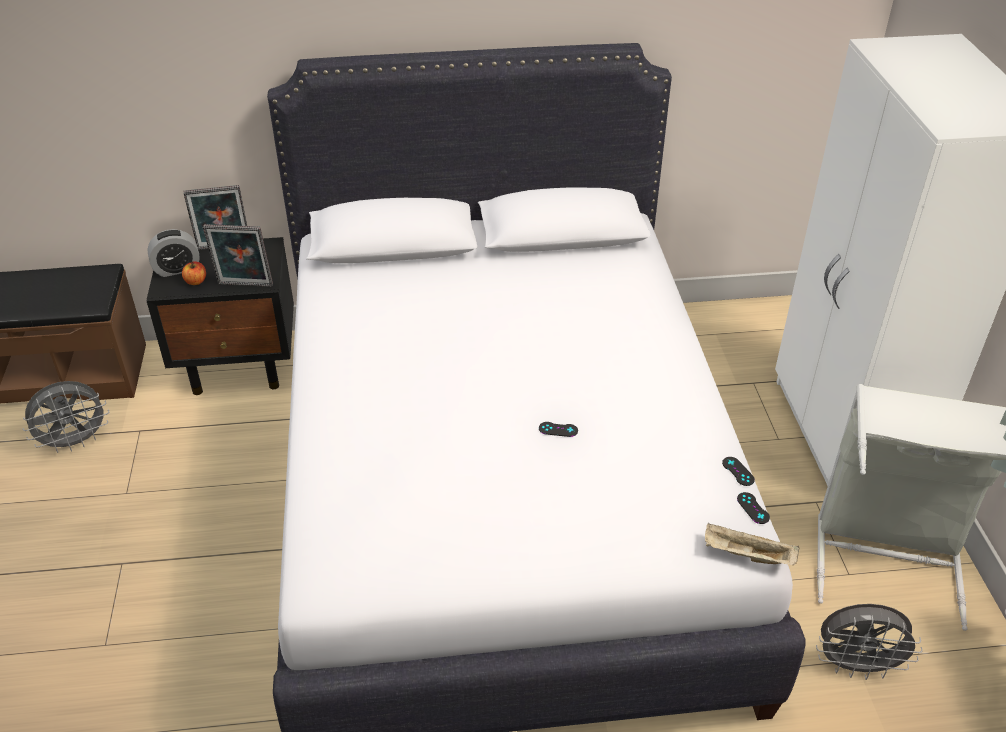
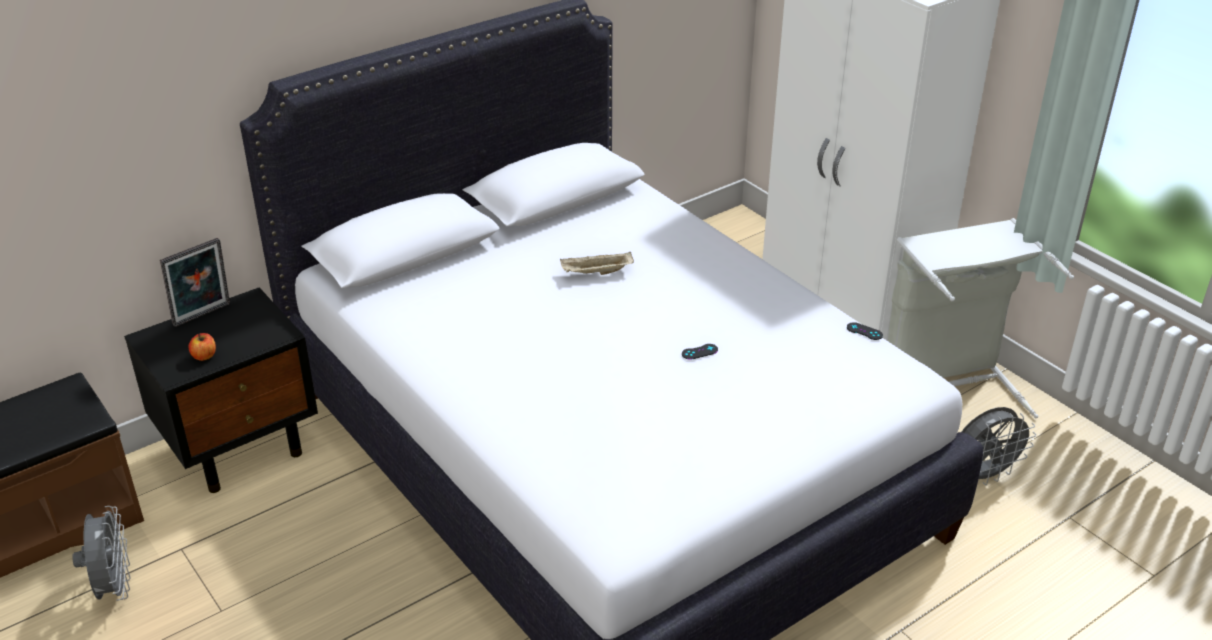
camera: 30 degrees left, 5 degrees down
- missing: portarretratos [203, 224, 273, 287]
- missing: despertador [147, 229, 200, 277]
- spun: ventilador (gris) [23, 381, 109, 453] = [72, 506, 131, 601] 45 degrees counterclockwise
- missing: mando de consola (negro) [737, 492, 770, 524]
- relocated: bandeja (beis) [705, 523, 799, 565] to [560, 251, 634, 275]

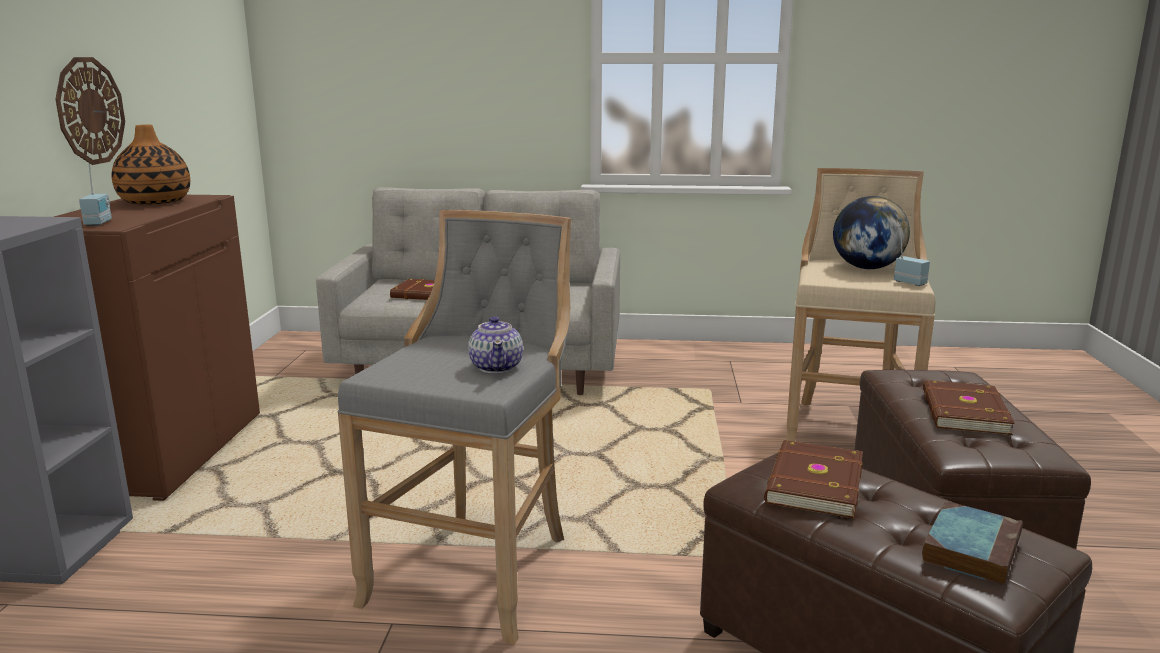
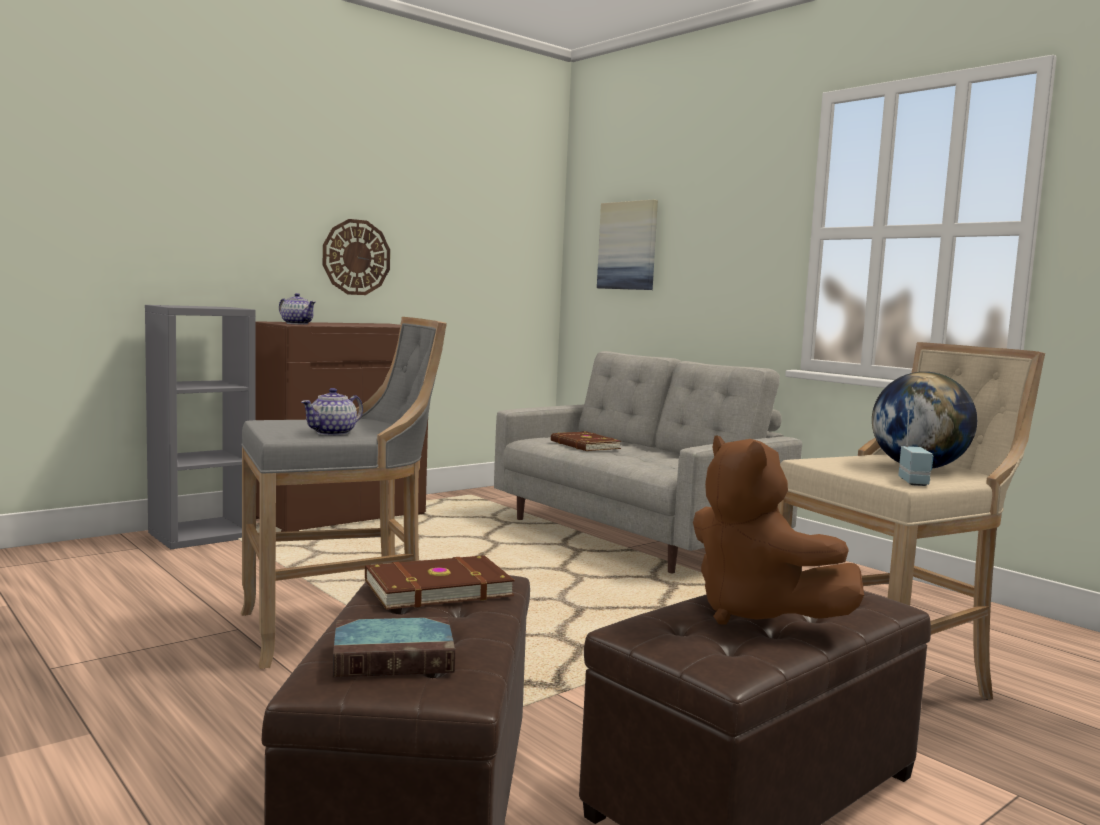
camera: 45 degrees right, 10 degrees down
- missing: florero [112, 125, 190, 205]
- exchanged: radio [79, 164, 112, 226] to tetera [279, 293, 316, 325]
- exchanged: libro (marrón) [923, 380, 1015, 435] to peluche (marrón) [693, 436, 864, 624]
- appeared: cuadro [597, 200, 658, 290]

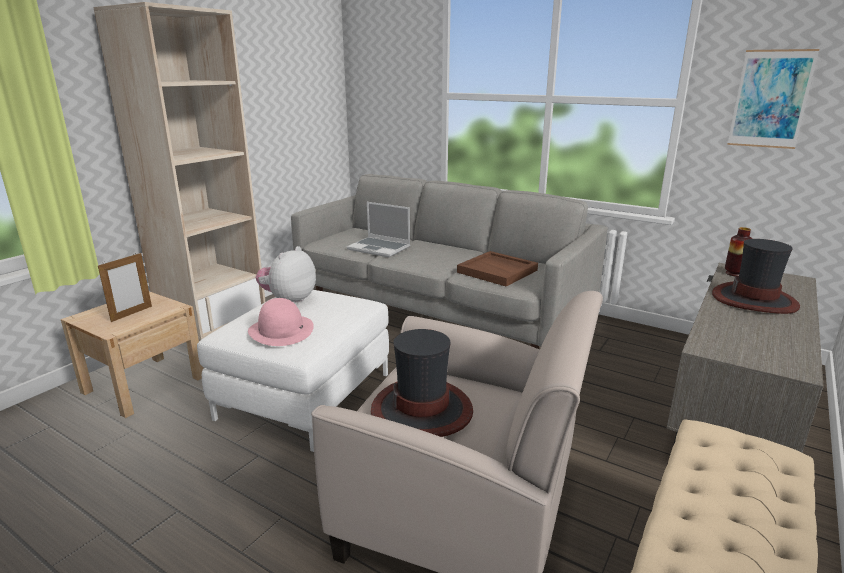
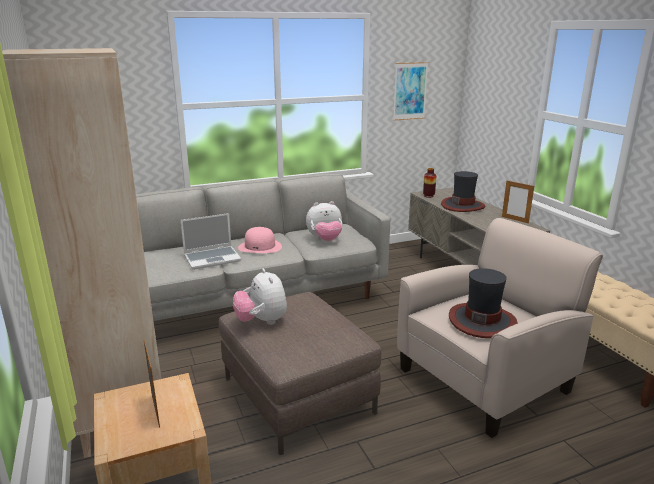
camera: 55 degrees left, 0 degrees up
- exchanged: bandeja (marrón) [457, 251, 538, 287] to peluche [306, 201, 343, 241]
- colour: puf (blanco) [197, 290, 389, 452] to puf (marrón) [219, 292, 381, 455]
- relocated: sombrero (rosa) [248, 298, 314, 346] to [238, 227, 282, 253]
- appeared: portarretratos [502, 180, 534, 223]

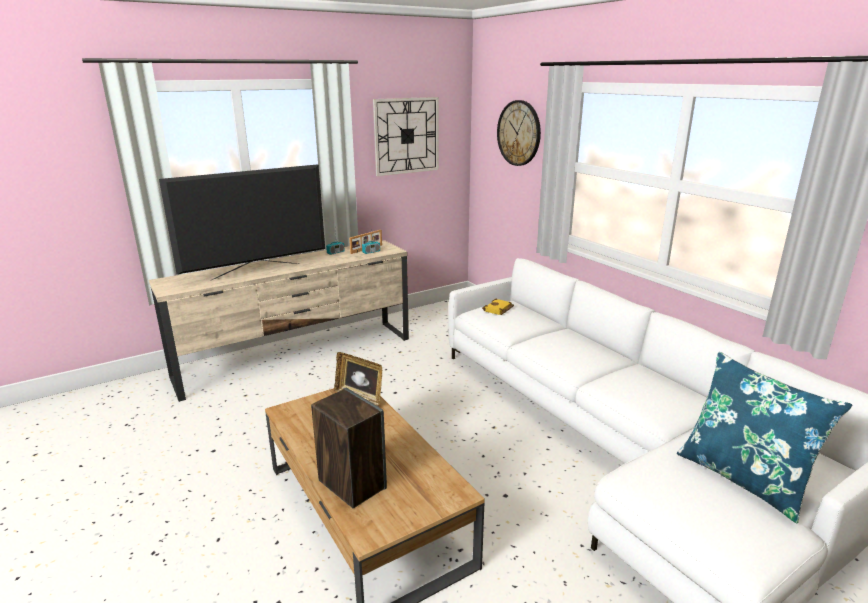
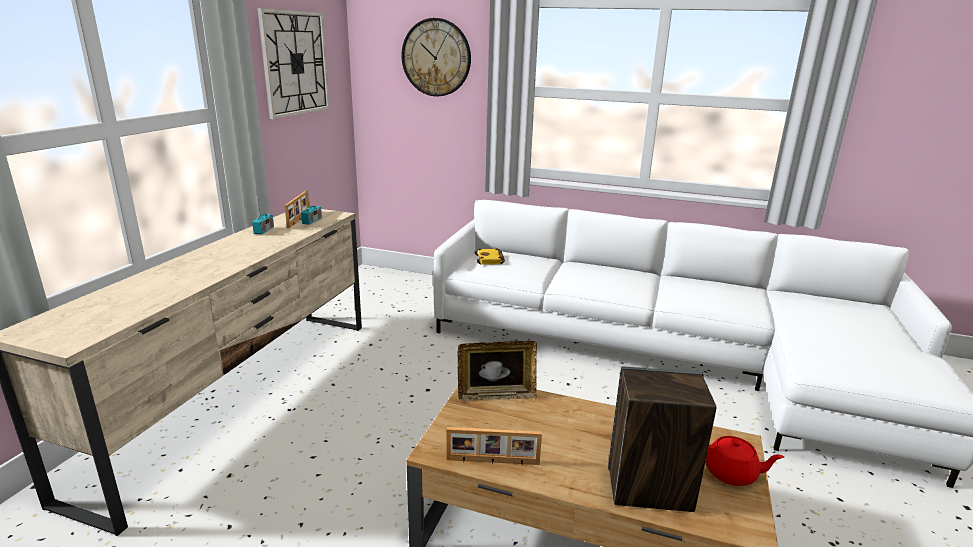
camera: 40 degrees left, 0 degrees up
- missing: televisor [159, 164, 325, 280]
- missing: cojín (azul) [677, 352, 852, 523]
- appeared: portarretratos [446, 427, 542, 465]
- appeared: tetera (rojo) [705, 436, 784, 486]

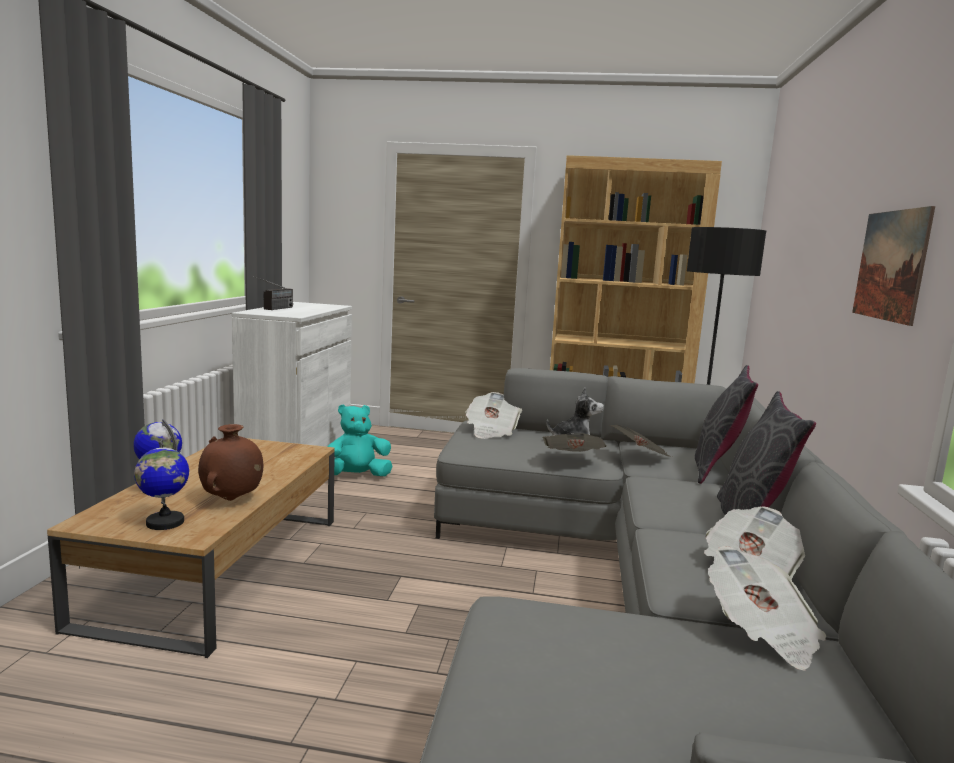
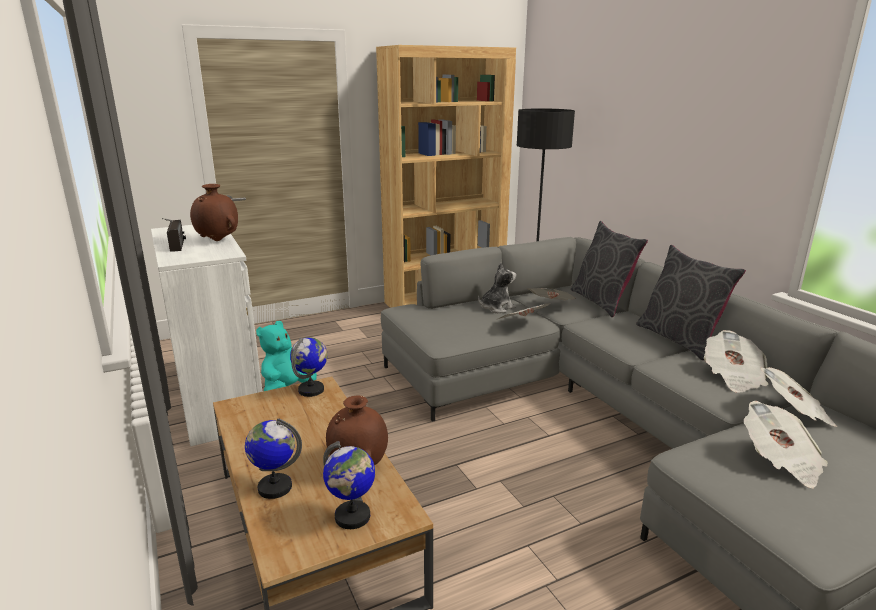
camera: 35 degrees left, 10 degrees up
- missing: cuadro [852, 206, 935, 326]
- relocated: periódico [465, 392, 522, 439] to [744, 401, 828, 489]
- appeared: florero (marrón) [190, 184, 238, 241]
- appeared: globo terráqueo [290, 337, 327, 397]

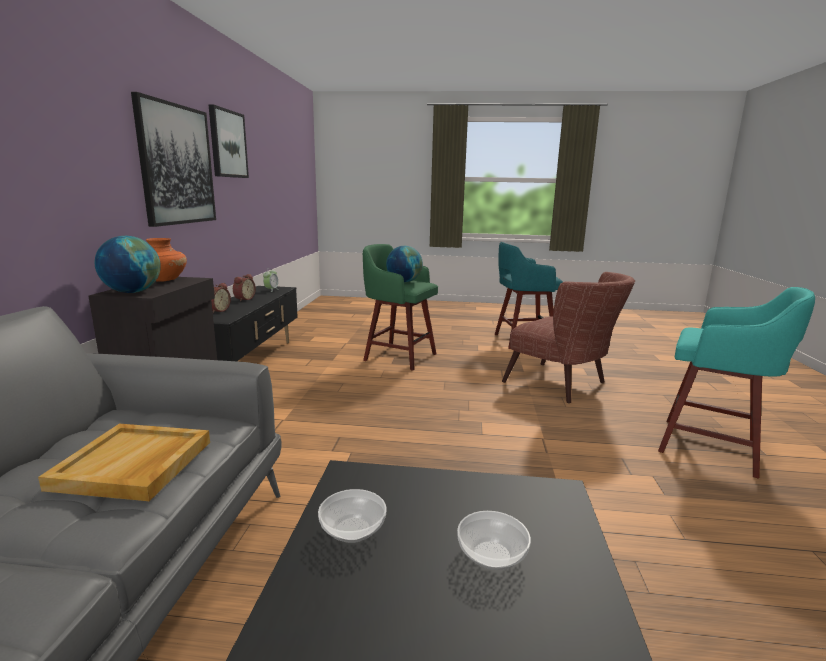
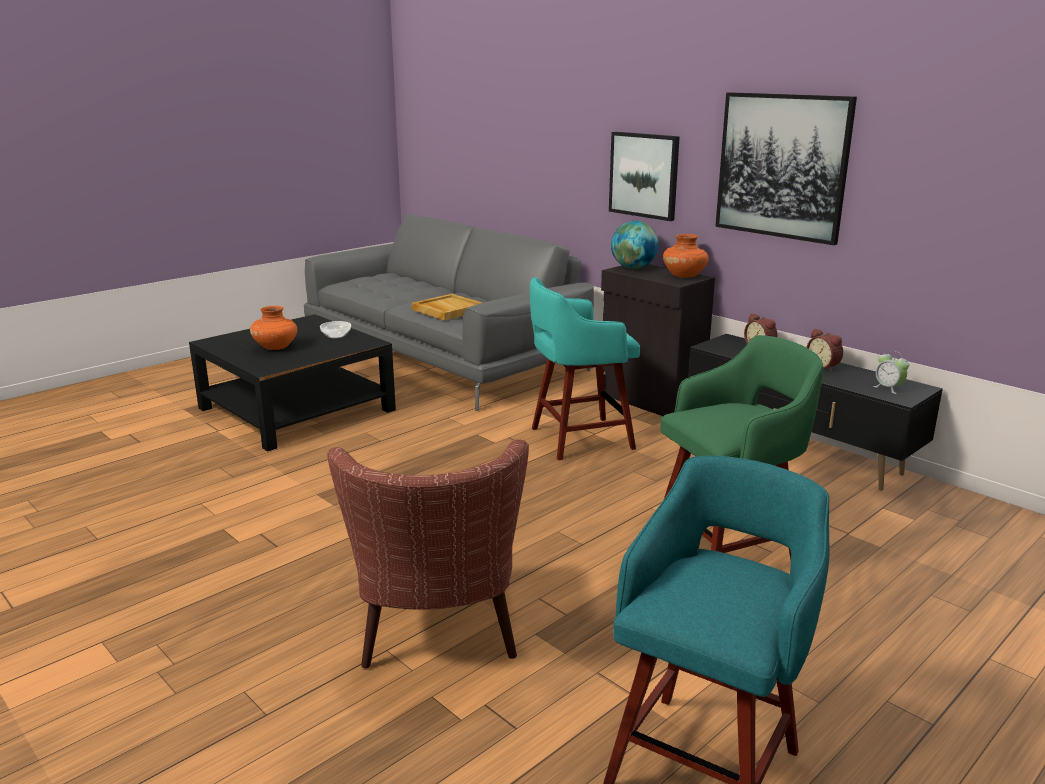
camera: 130 degrees right, 5 degrees up
- relocated: cuadro [208, 104, 249, 178] to [609, 132, 680, 221]
- missing: globo terráqueo [386, 246, 423, 282]
- spun: sillón (marrón) [502, 272, 635, 403] = [327, 439, 529, 668] 90 degrees counterclockwise
- relocated: taburete (turquesa) [658, 287, 815, 479] to [530, 277, 640, 460]
- exchanged: cuenco [457, 511, 531, 570] to florero (naranja) [250, 306, 297, 350]

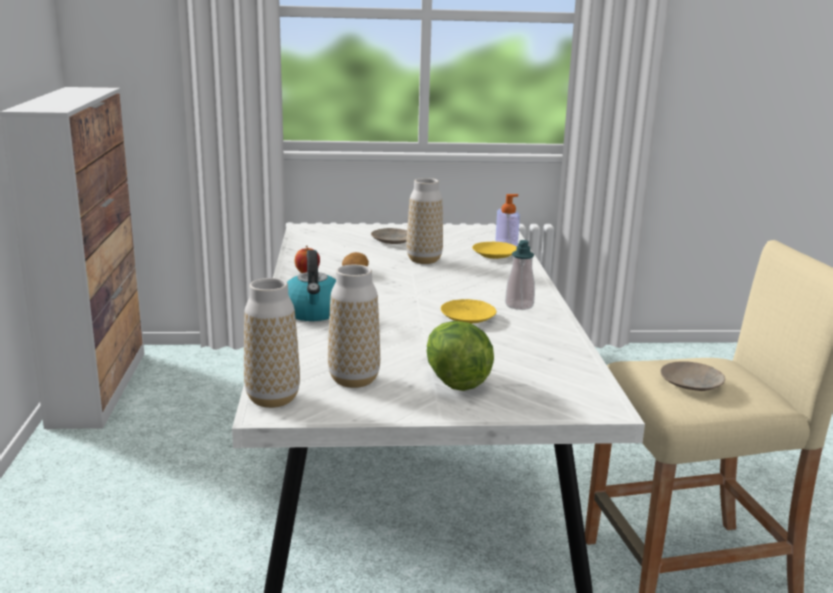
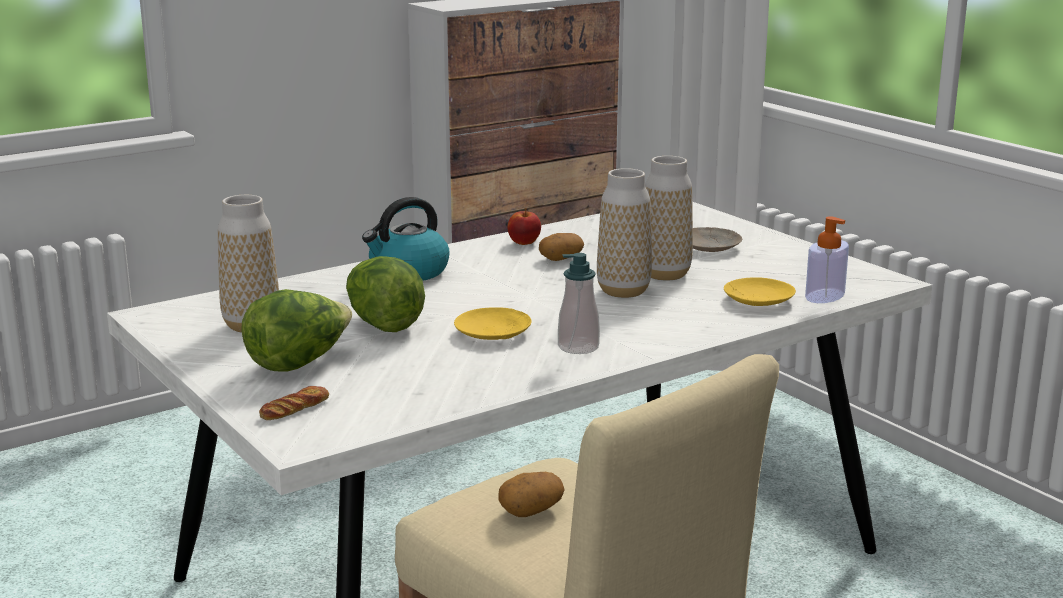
camera: 60 degrees right, 0 degrees up
- relocated: florero [244, 278, 300, 408] to [597, 168, 652, 298]
- exchanged: plato (beis) [660, 361, 725, 391] to patata [498, 472, 565, 517]
- appeared: lechuga [346, 256, 425, 332]
- appeared: pan [259, 386, 329, 420]

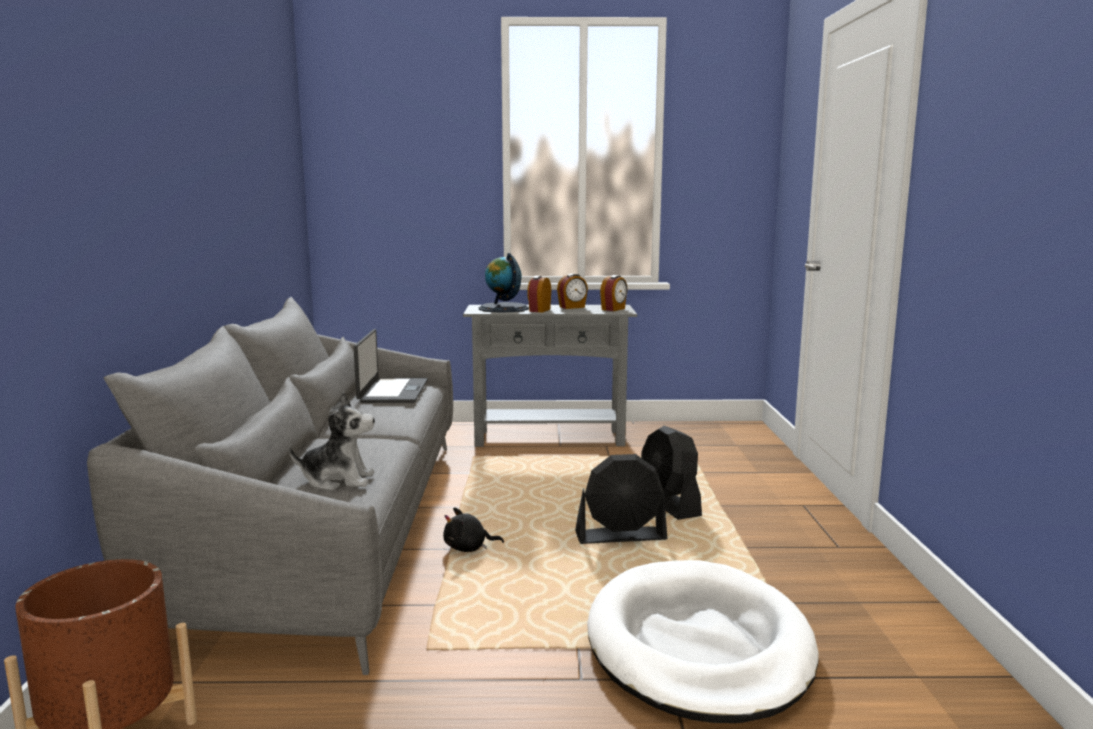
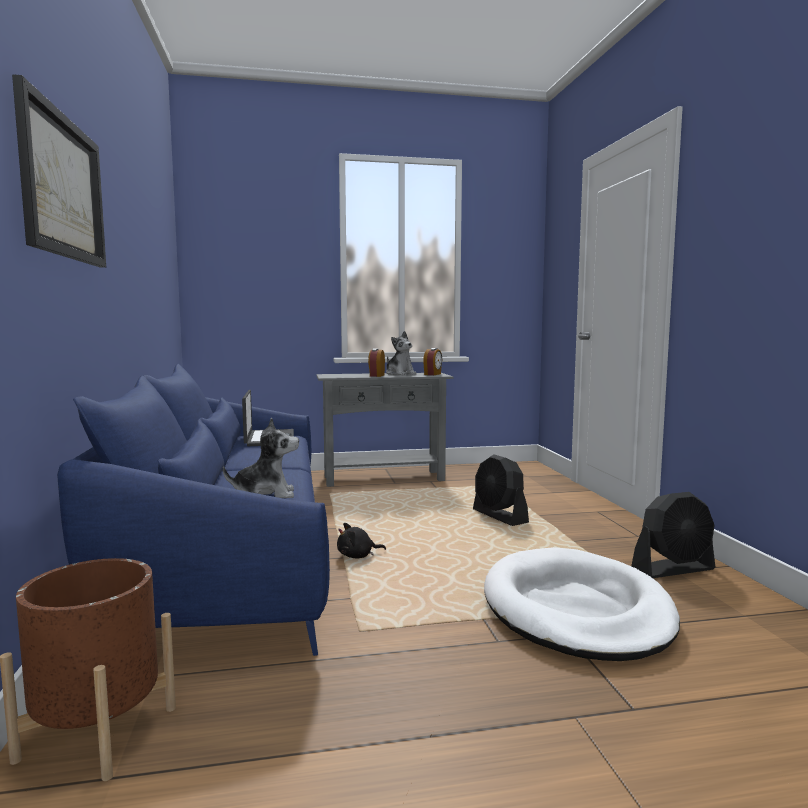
camera: 10 degrees left, 5 degrees down
- missing: globo terráqueo [479, 253, 529, 312]
- exchanged: despertador [557, 274, 588, 309] to peluche [386, 331, 416, 375]
- colour: sofá (gris) [87, 297, 453, 675] to sofá (azul) [57, 364, 330, 656]
- relocated: ventilador (negro) [575, 454, 667, 544] to [631, 492, 715, 578]
- appeared: cuadro [12, 74, 106, 268]

